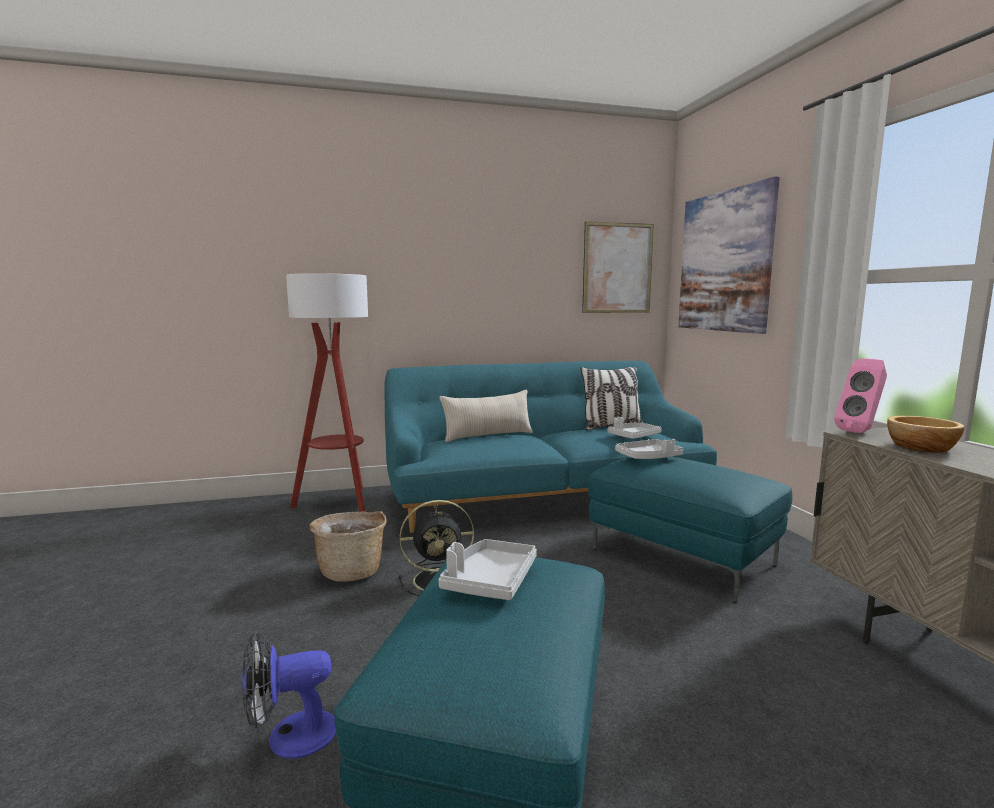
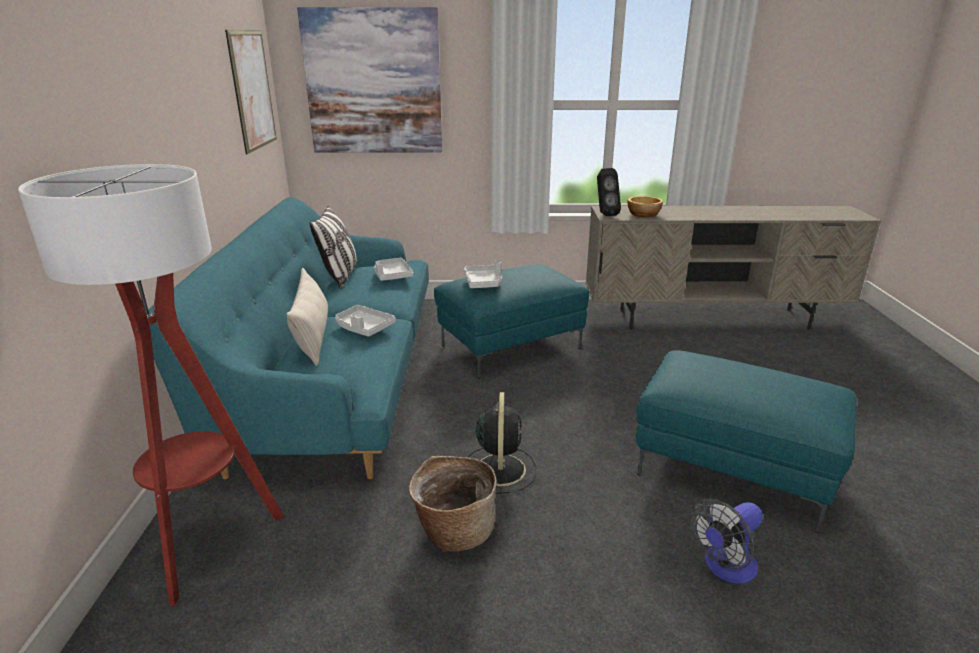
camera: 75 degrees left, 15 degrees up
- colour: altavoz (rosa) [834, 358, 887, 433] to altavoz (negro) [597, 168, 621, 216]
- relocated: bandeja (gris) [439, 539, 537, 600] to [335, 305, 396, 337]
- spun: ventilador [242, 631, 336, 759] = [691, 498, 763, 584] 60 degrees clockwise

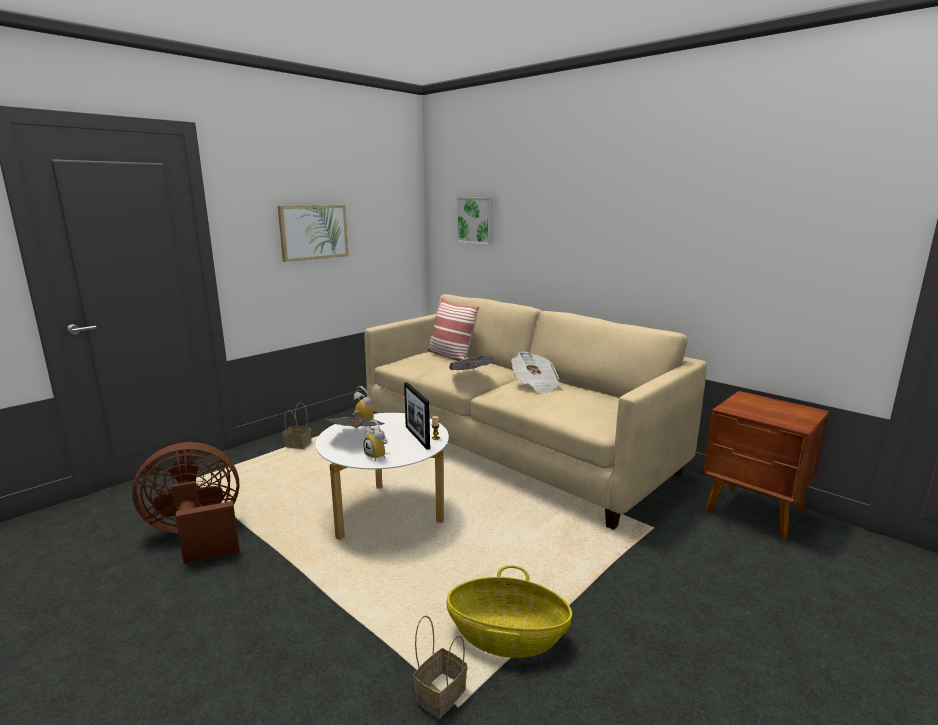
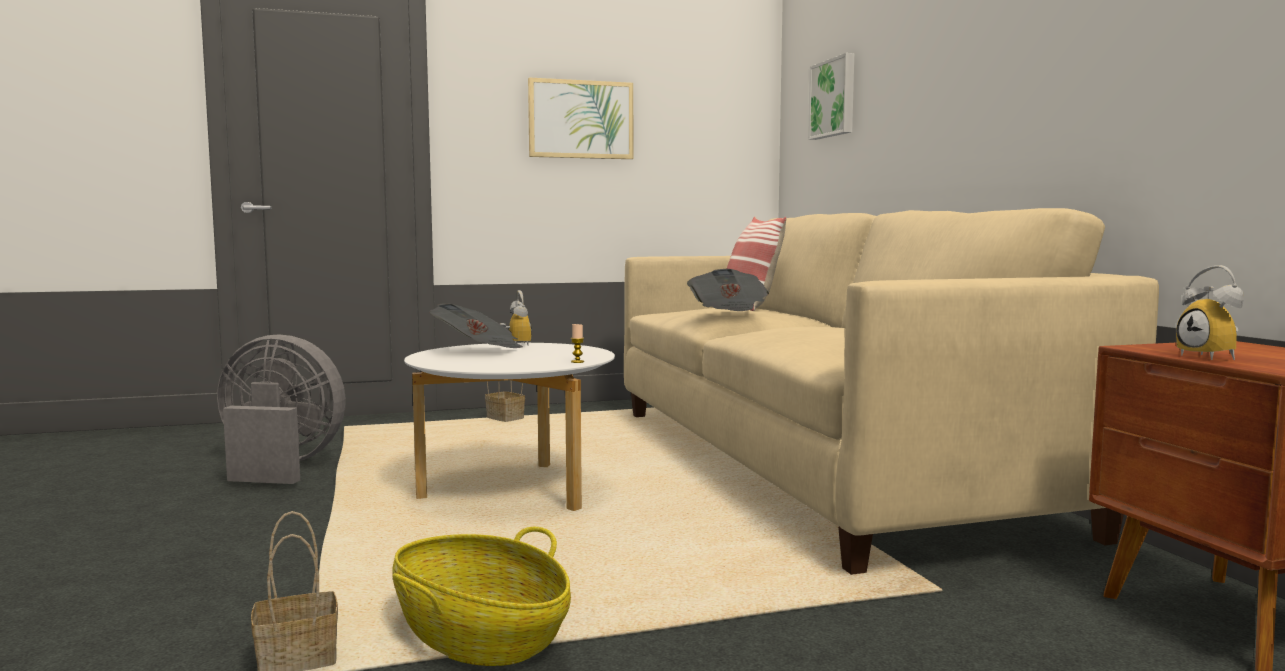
camera: 30 degrees right, 10 degrees down
- missing: periódico [511, 351, 561, 394]
- missing: portarretratos [404, 382, 430, 450]
- relocated: despertador [363, 420, 388, 461] to [1176, 265, 1244, 360]
- colour: ventilador (marrón) [132, 442, 239, 564] to ventilador (gris) [217, 335, 346, 484]

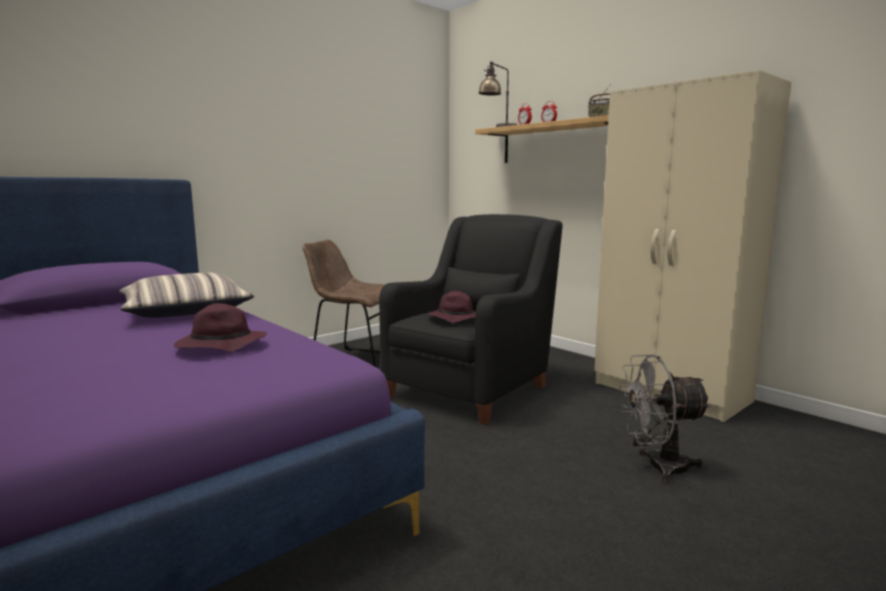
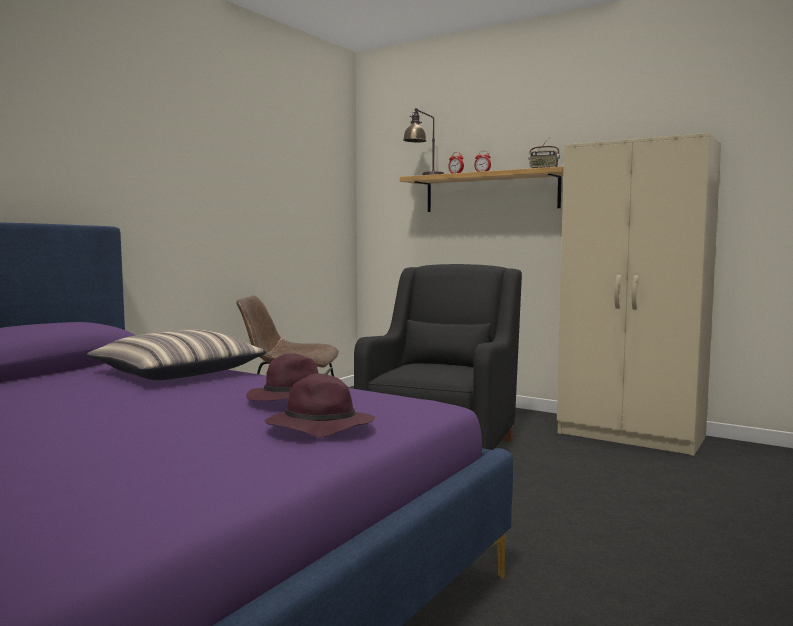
camera: 15 degrees left, 5 degrees down
- relocated: sombrero (morado) [428, 291, 476, 323] to [265, 373, 375, 437]
- missing: ventilador (gris) [619, 354, 712, 483]

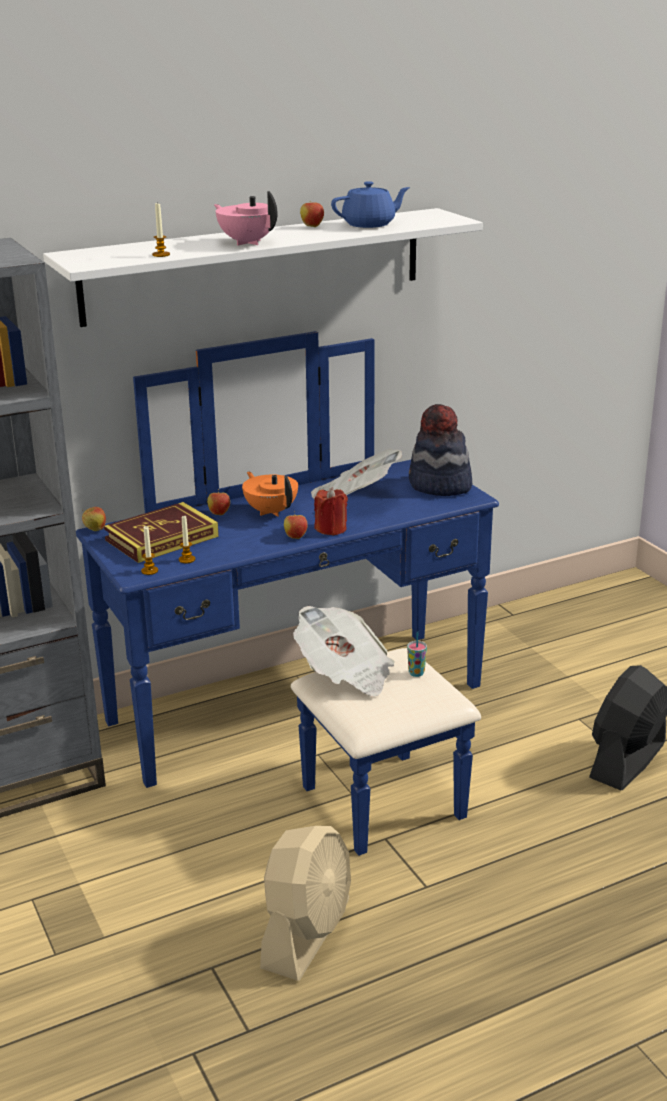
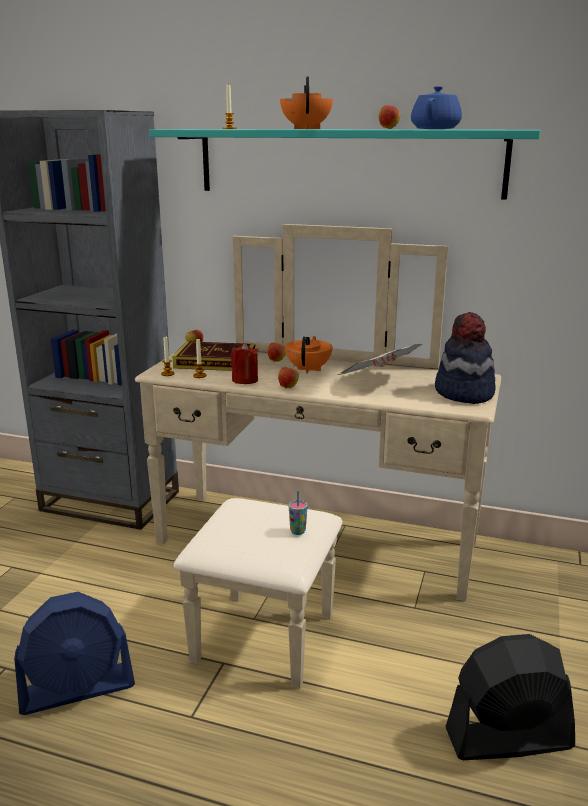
camera: 45 degrees right, 5 degrees down
- spun: tetera (azul) [331, 181, 410, 228] = [411, 86, 462, 129] 90 degrees counterclockwise
- colour: tetera (rosa) [214, 191, 277, 245] to tetera (naranja) [280, 76, 333, 129]
- colour: estante (blanco) [43, 208, 483, 327] to estante (turquesa) [149, 129, 541, 200]
- colour: cómoda (azul) [76, 331, 499, 856] to cómoda (beis) [135, 224, 501, 689]
- relocated: vela (rojo) [314, 487, 348, 536] to [231, 343, 258, 384]
- missing: periódico [293, 606, 395, 697]
- colour: ventilador (beis) [260, 826, 351, 981] to ventilador (azul) [14, 592, 135, 715]

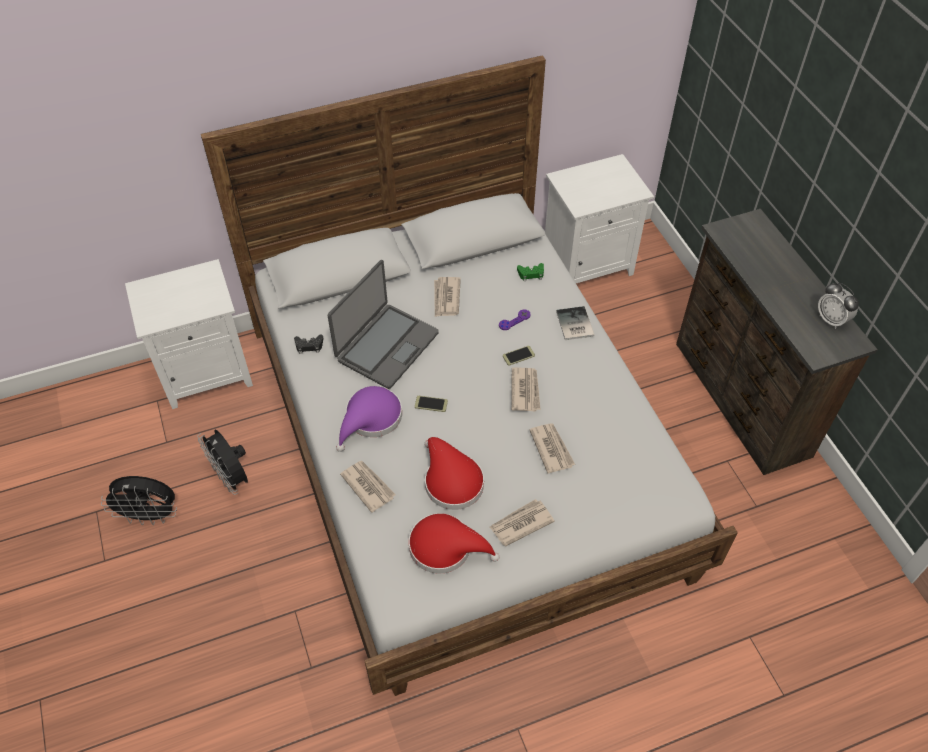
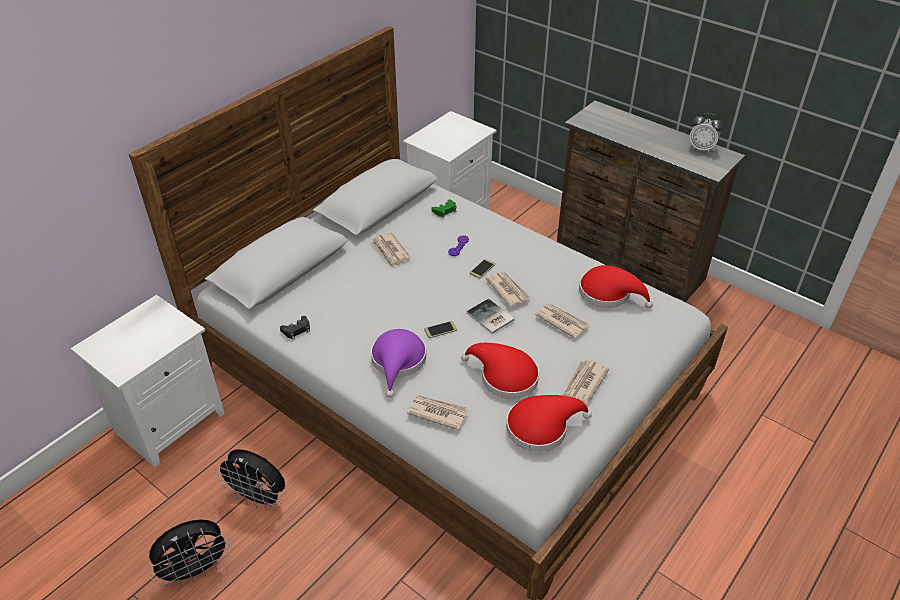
camera: 30 degrees left, 10 degrees down
- missing: portátil [328, 260, 439, 389]
- relocated: libro [556, 306, 594, 340] to [467, 298, 515, 334]
- appeared: sombrero (rojo) [579, 265, 653, 308]

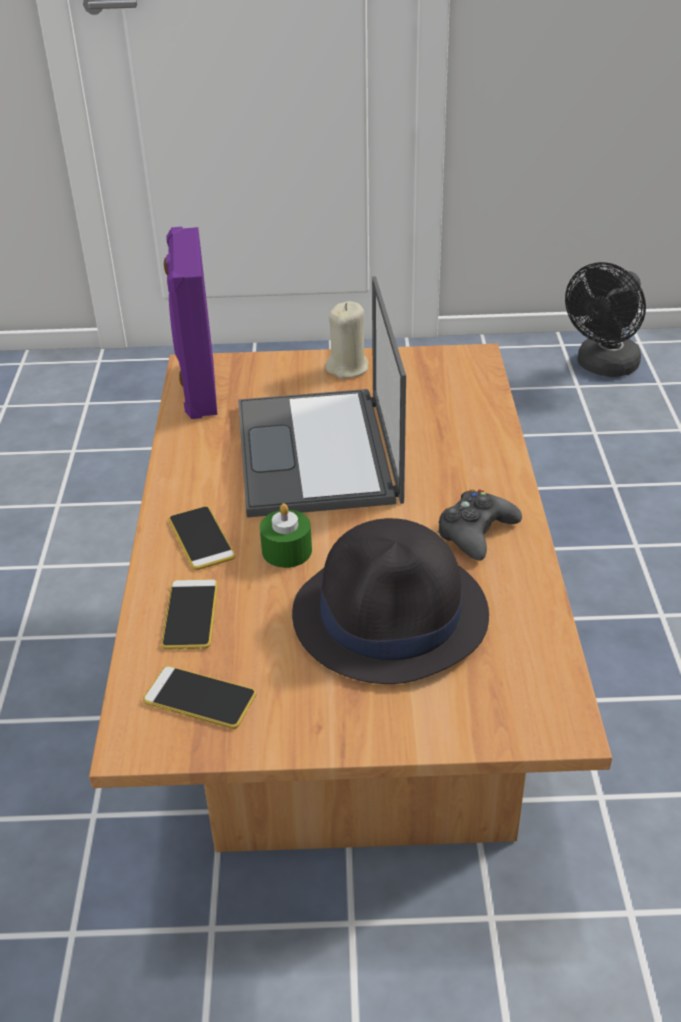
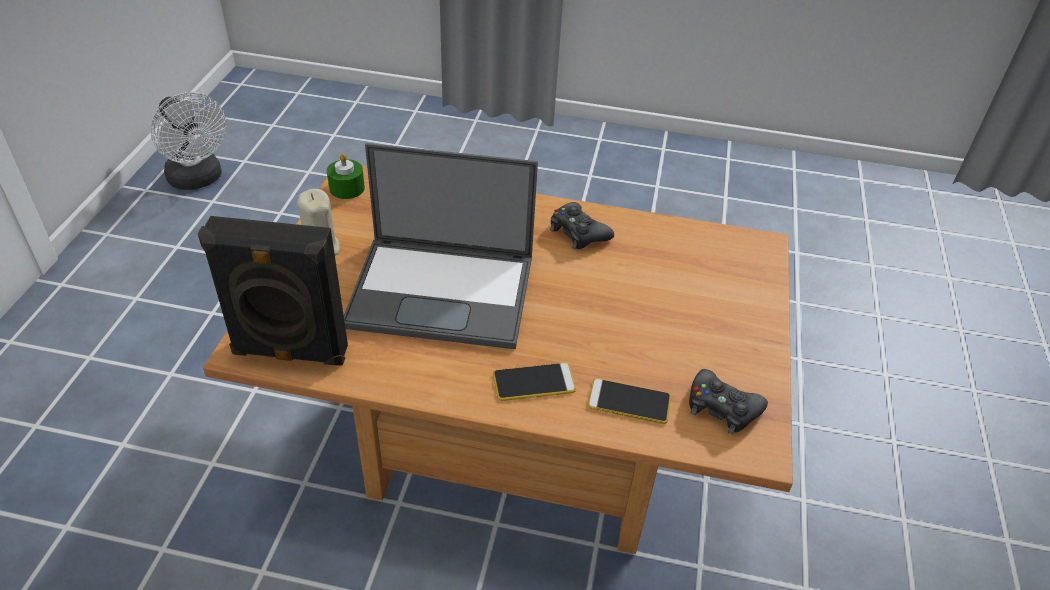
camera: 80 degrees left, 5 degrees up
- colour: altavoz (morado) [164, 227, 217, 419] to altavoz (negro) [198, 216, 348, 366]
- colour: ventilador (negro) [565, 262, 646, 377] to ventilador (blanco) [150, 92, 227, 190]
- relocated: vela (verde) [260, 503, 312, 568] to [327, 153, 365, 199]
- missing: sombrero (negro) [292, 518, 489, 684]
- exchanged: móvil [143, 666, 257, 729] to mando de consola (negro) [689, 369, 768, 435]

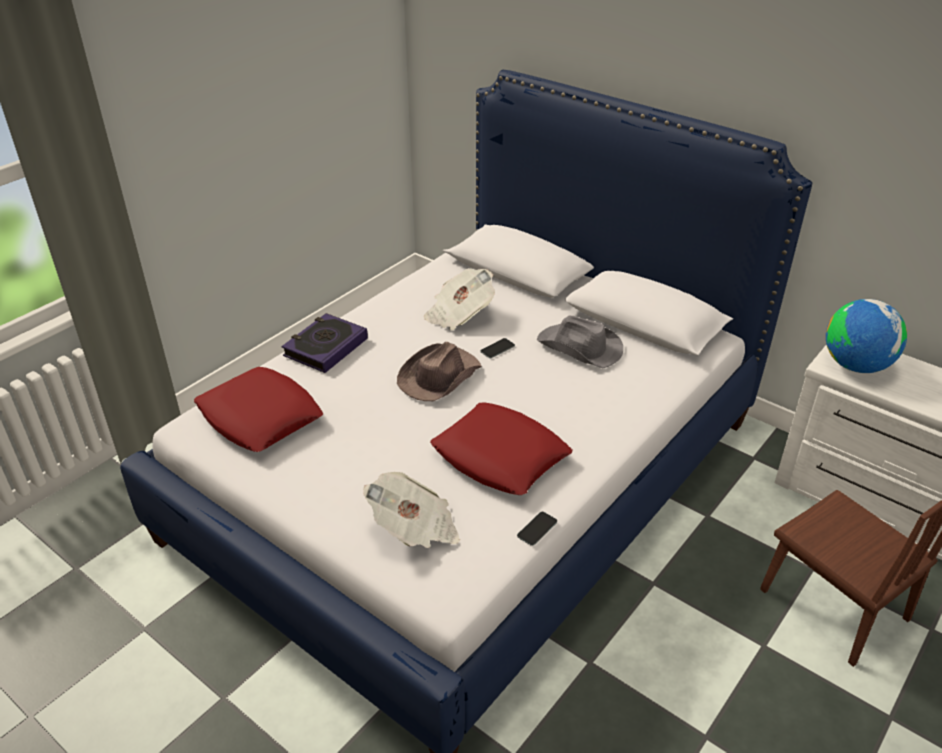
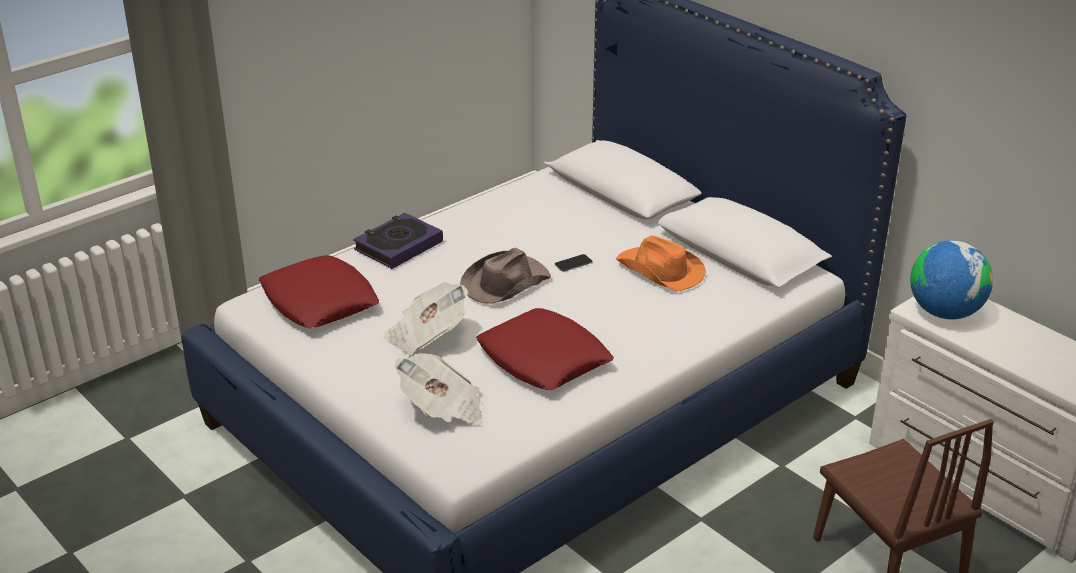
camera: 10 degrees right, 5 degrees down
- relocated: periódico [424, 268, 495, 330] to [384, 282, 469, 355]
- colour: sombrero (gris) [537, 316, 623, 368] to sombrero (naranja) [616, 236, 706, 292]
- missing: móvil [517, 512, 557, 546]

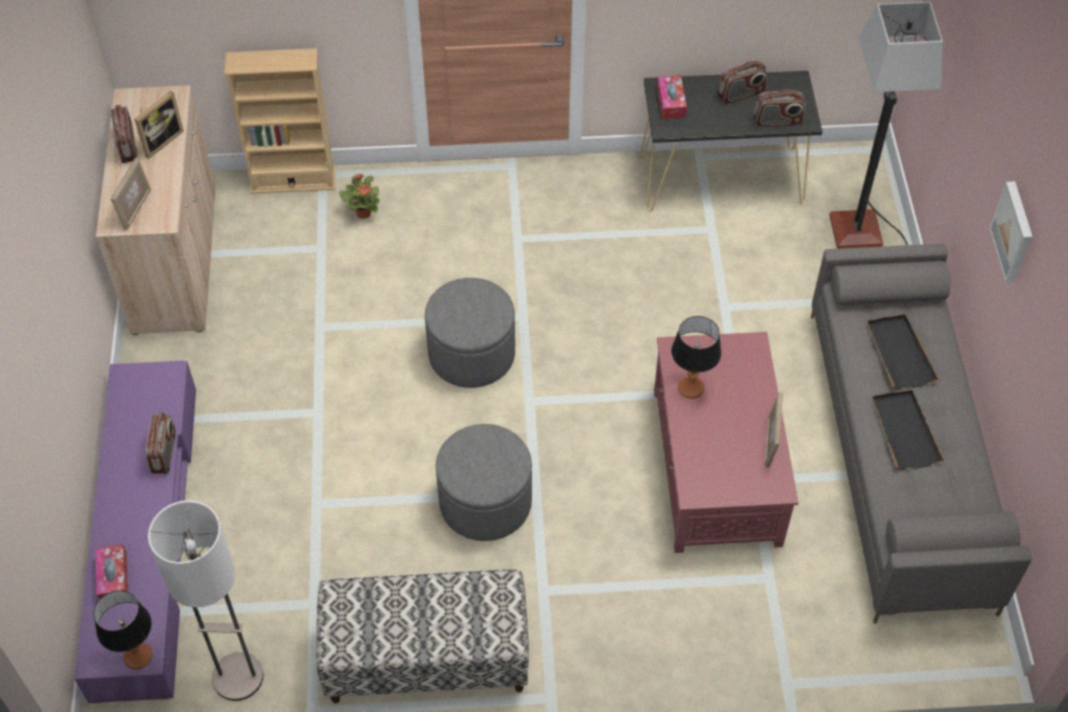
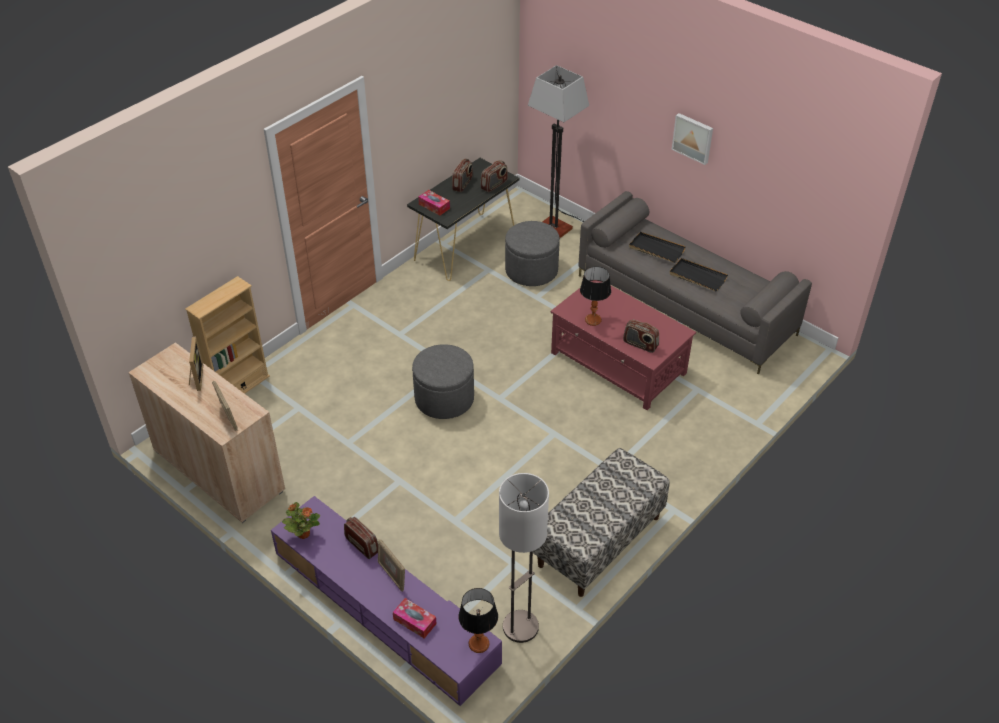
camera: 45 degrees left, 10 degrees down
- relocated: radio [110, 105, 138, 163] to [623, 320, 659, 353]
- relocated: planta en maceta [339, 174, 380, 219] to [282, 502, 320, 539]
- relocated: portarretratos [765, 392, 783, 468] to [378, 539, 405, 592]
- relocated: puf (gris) [436, 424, 532, 541] to [505, 221, 560, 286]

